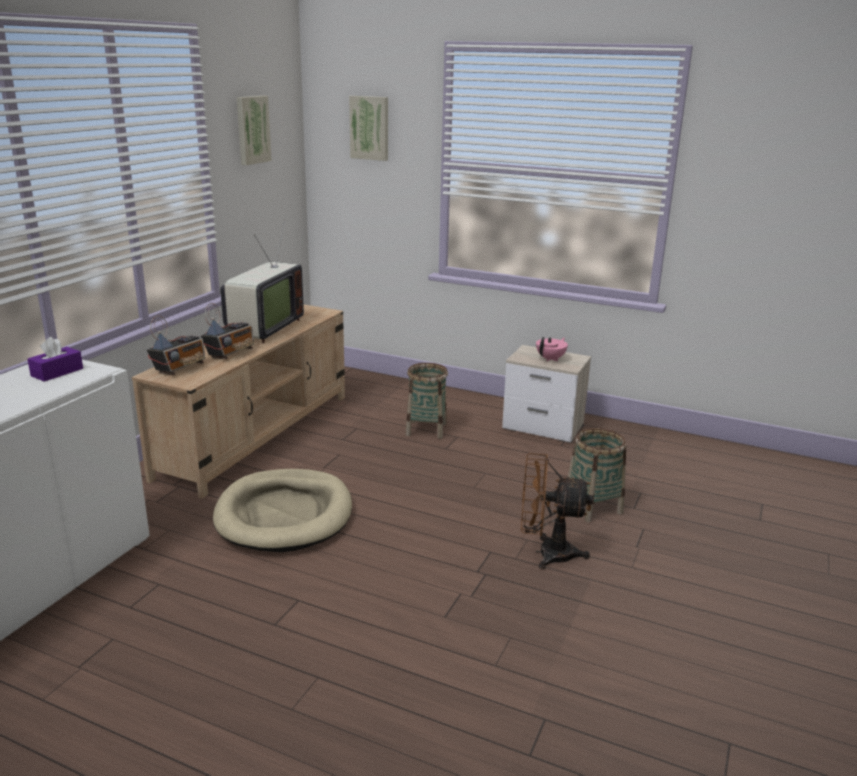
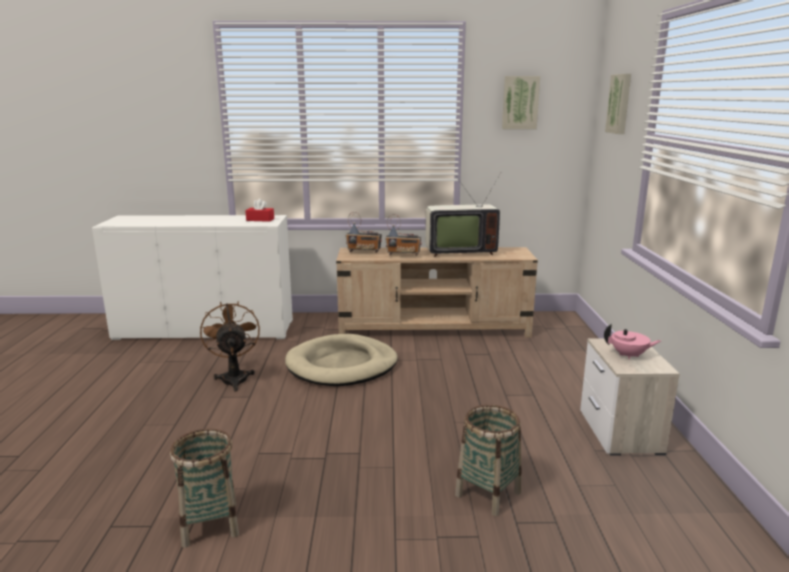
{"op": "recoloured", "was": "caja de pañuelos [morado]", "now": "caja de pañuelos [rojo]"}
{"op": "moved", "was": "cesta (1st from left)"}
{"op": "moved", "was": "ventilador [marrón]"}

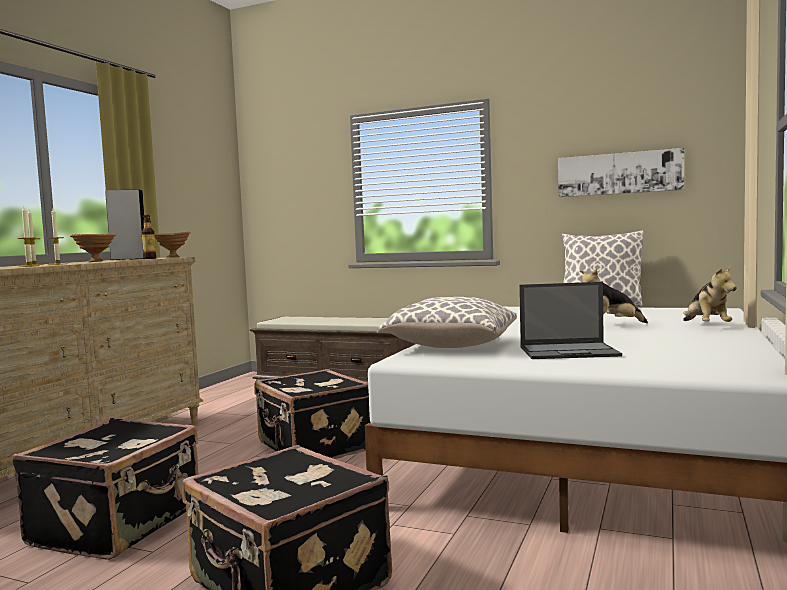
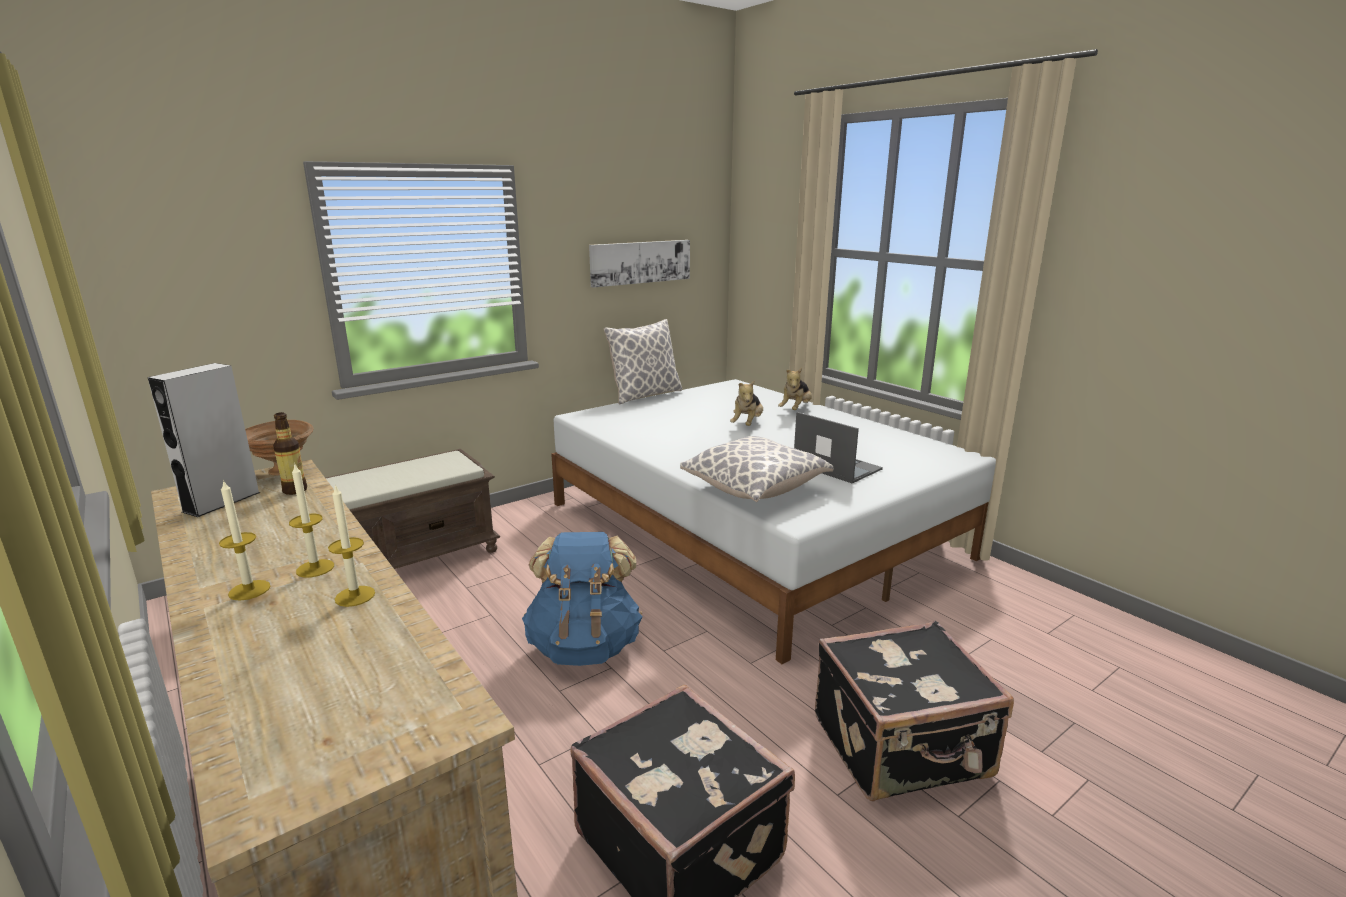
{"op": "removed", "was": "cuenco [marrón] (1st from left)"}
{"op": "replaced", "was": "maleta [negro] (3rd from left)", "now": "mochila [azul]"}
{"op": "turned", "was": "portátil", "clockwise": -75}
{"op": "turned", "was": "peluche (2nd from left)", "clockwise": 90}

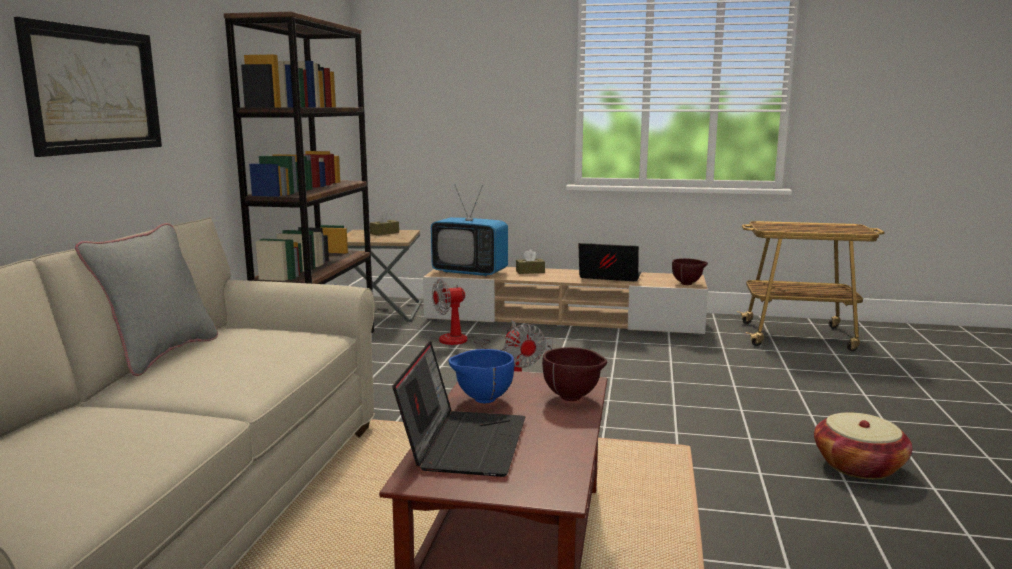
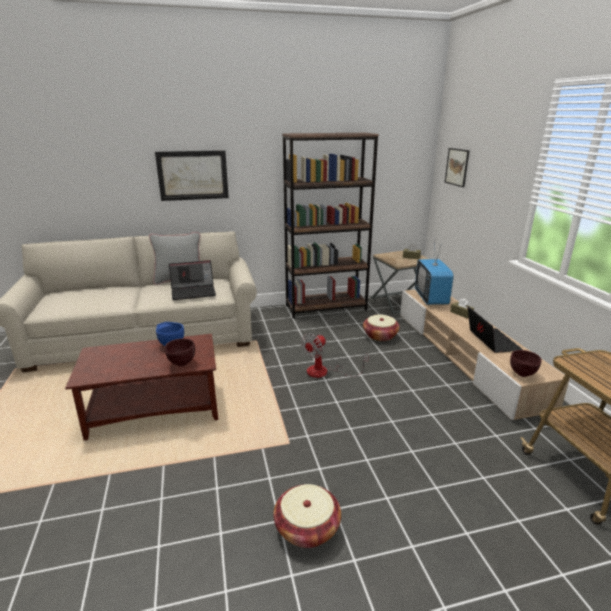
{"op": "moved", "was": "portátil (1st from left)"}
{"op": "replaced", "was": "ventilador (1st from left)", "now": "cesta (2nd from left)"}
{"op": "added", "now": "cuadro (2nd from left)"}

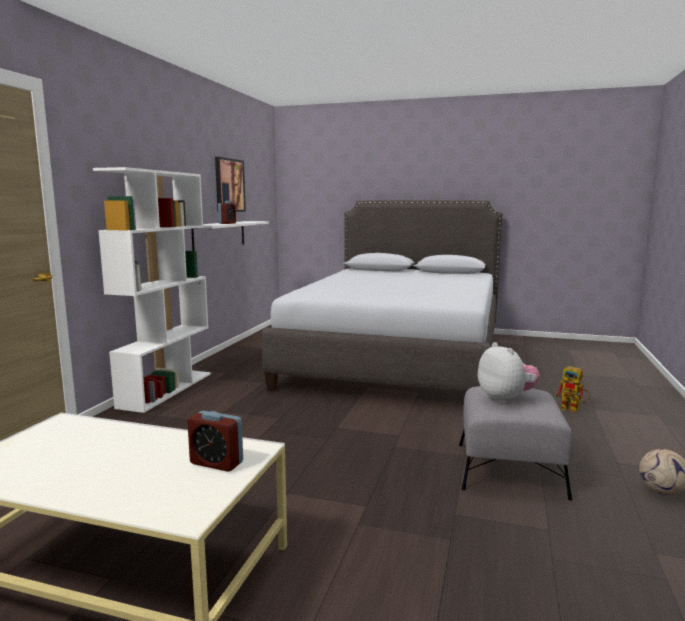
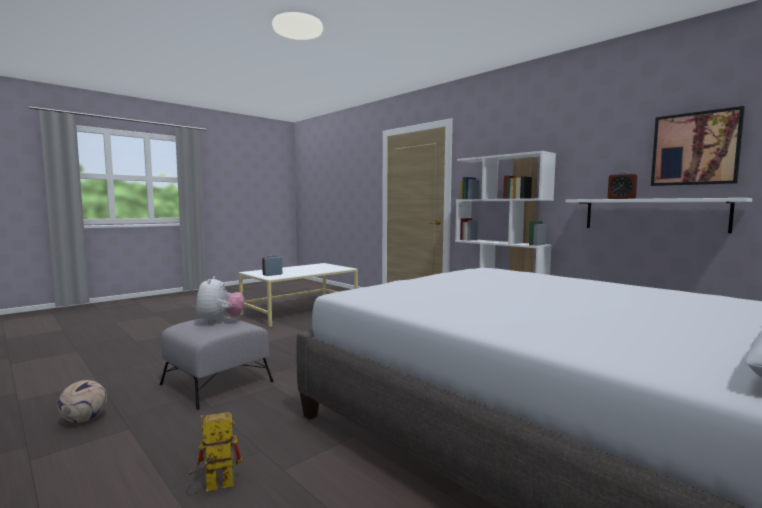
{"op": "turned", "was": "peluche", "clockwise": -105}

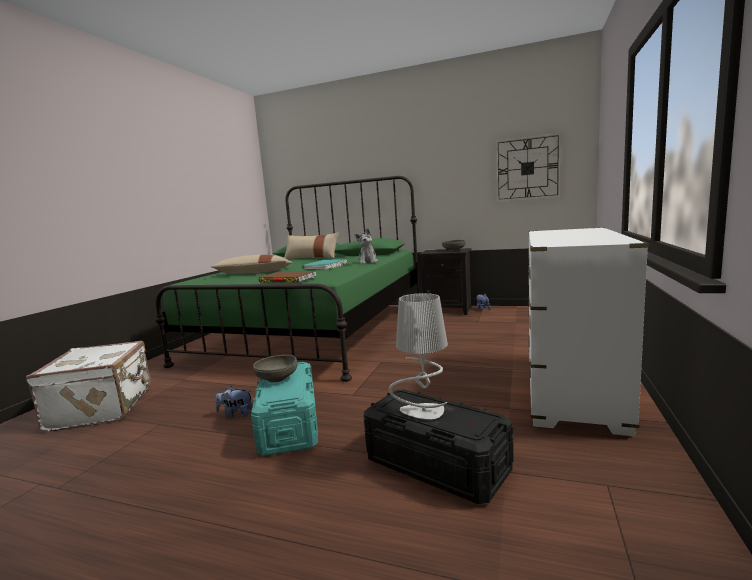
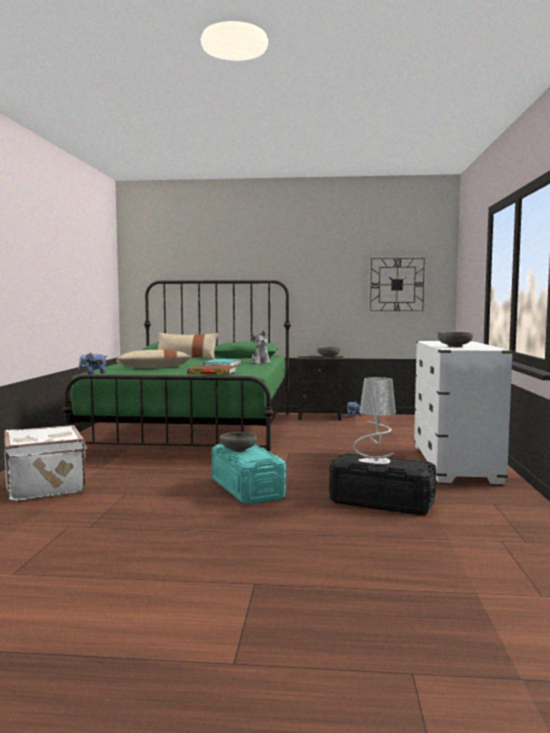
{"op": "moved", "was": "peluche (1st from left)"}
{"op": "added", "now": "cuenco [gris] (3rd from left)"}

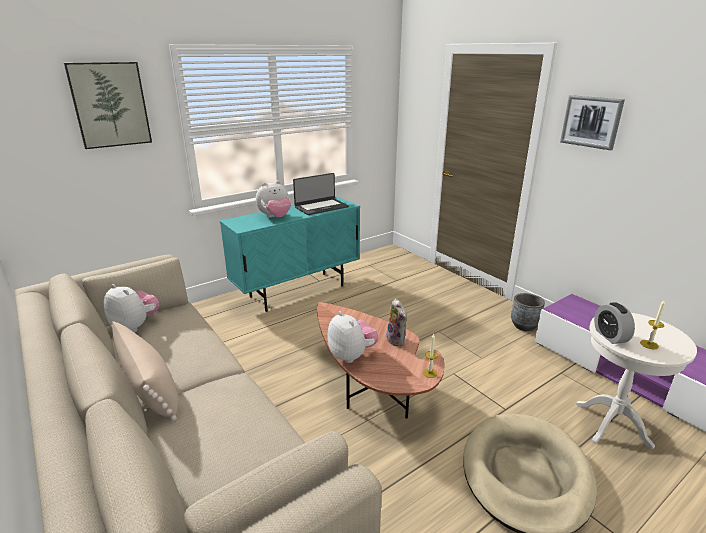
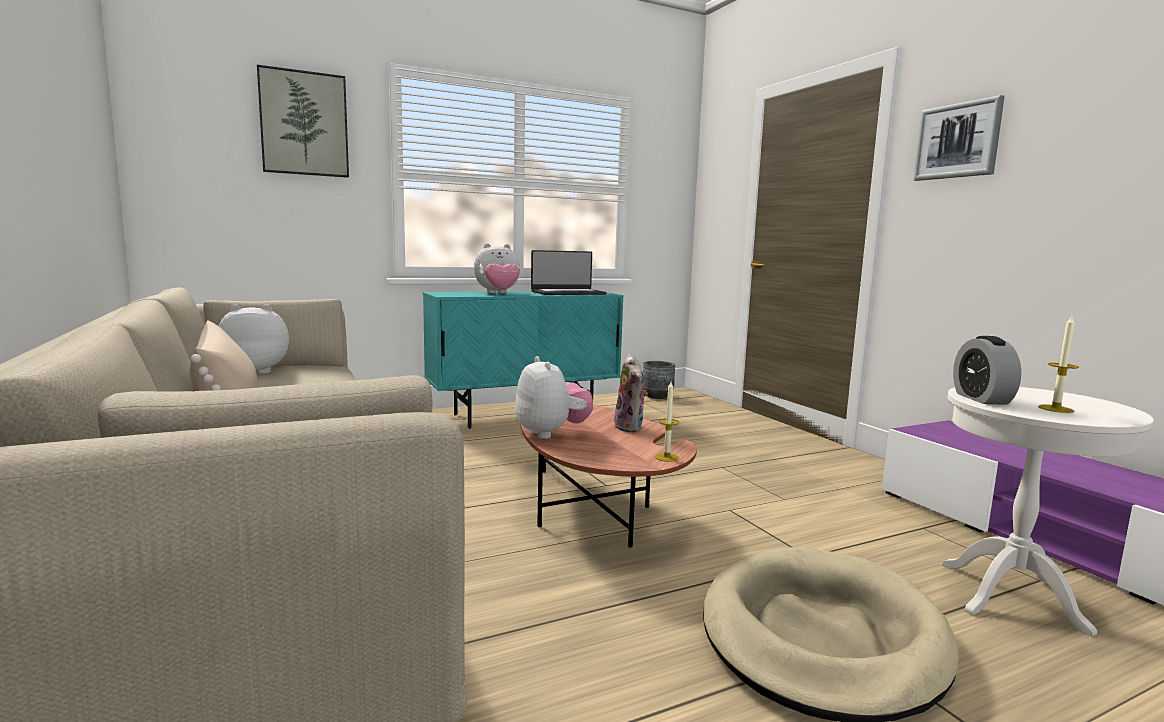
{"op": "turned", "was": "peluche (1st from left)", "clockwise": -60}
{"op": "moved", "was": "maceta [gris]"}

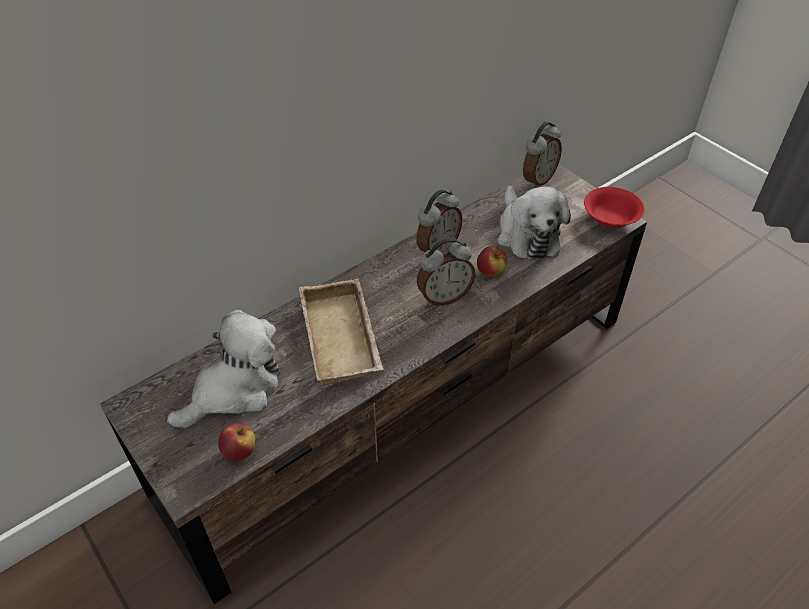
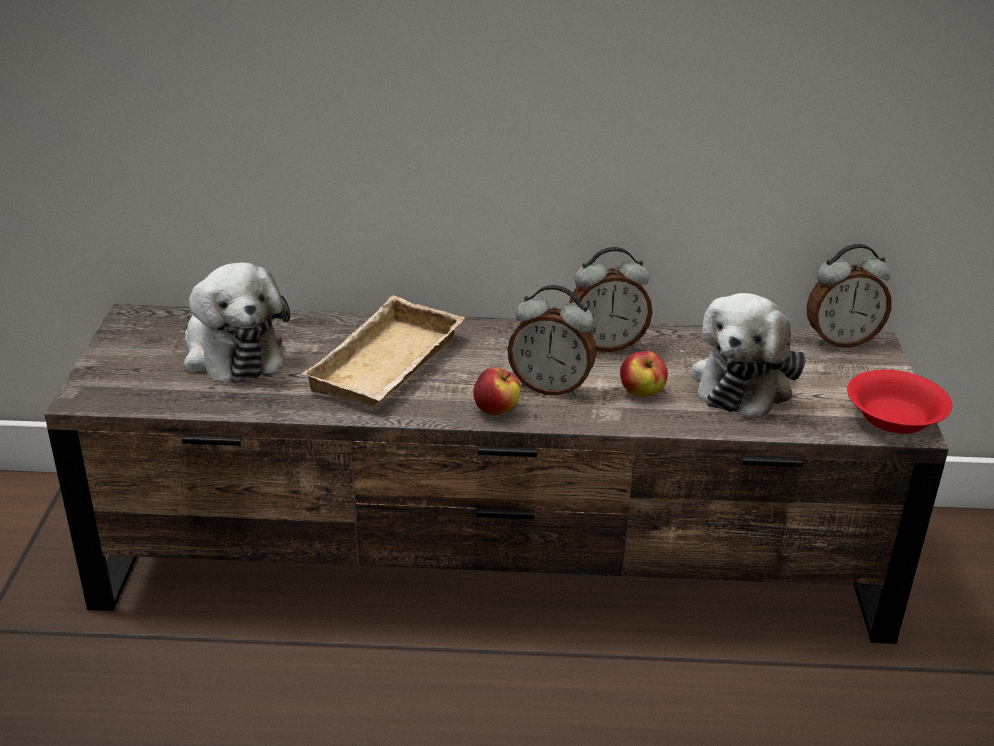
{"op": "turned", "was": "peluche (1st from left)", "clockwise": 60}
{"op": "moved", "was": "manzana (1st from left)"}

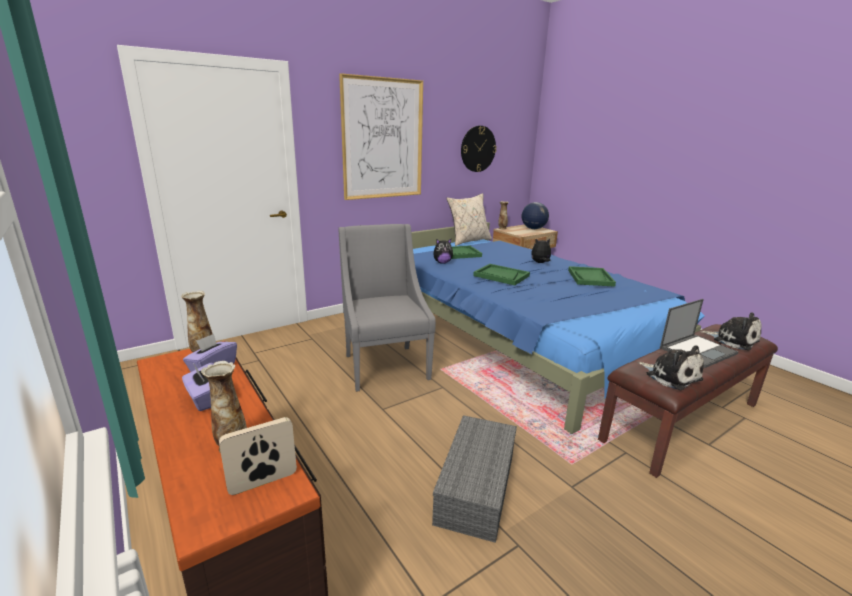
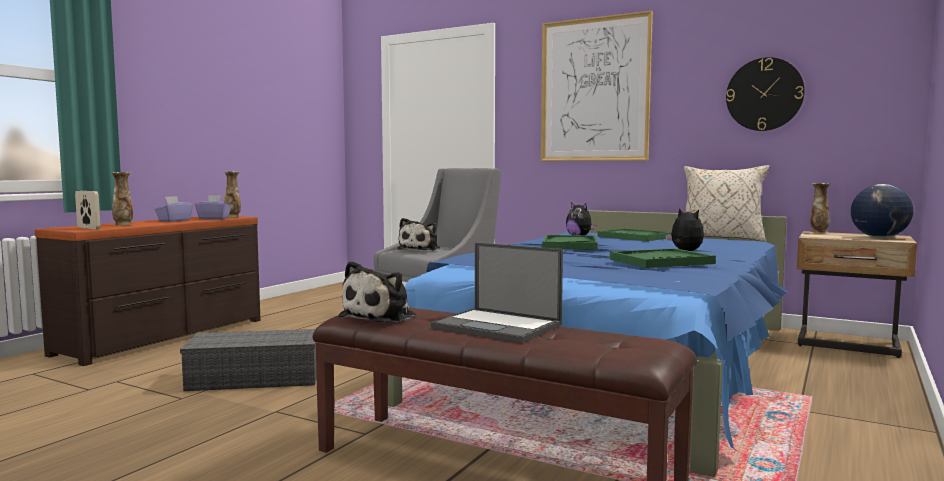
{"op": "moved", "was": "peluche (4th from left in the first image)", "now": "peluche (2nd from left)"}

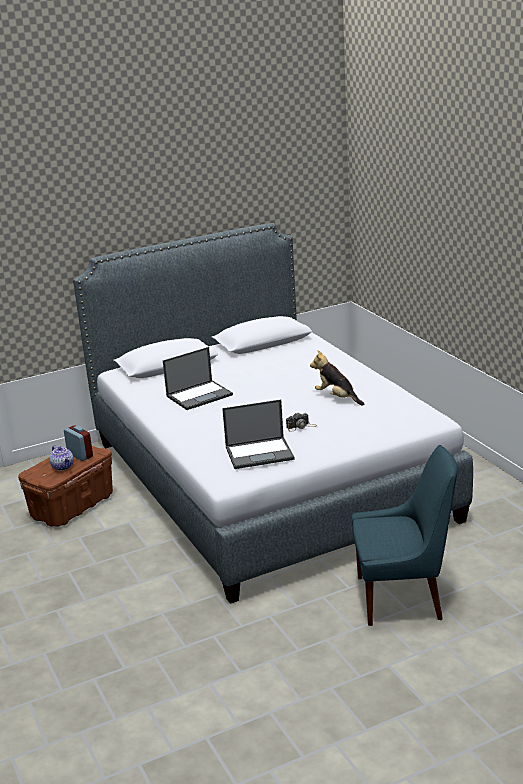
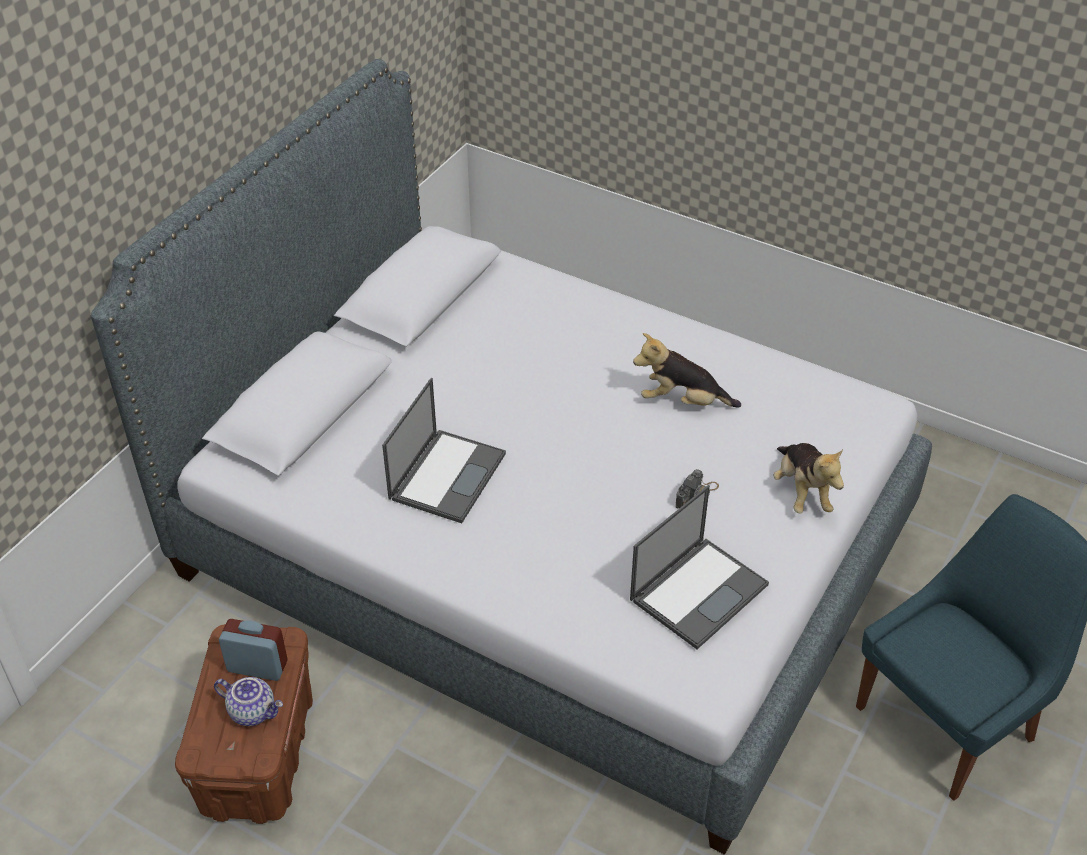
{"op": "added", "now": "peluche (2nd from left)"}

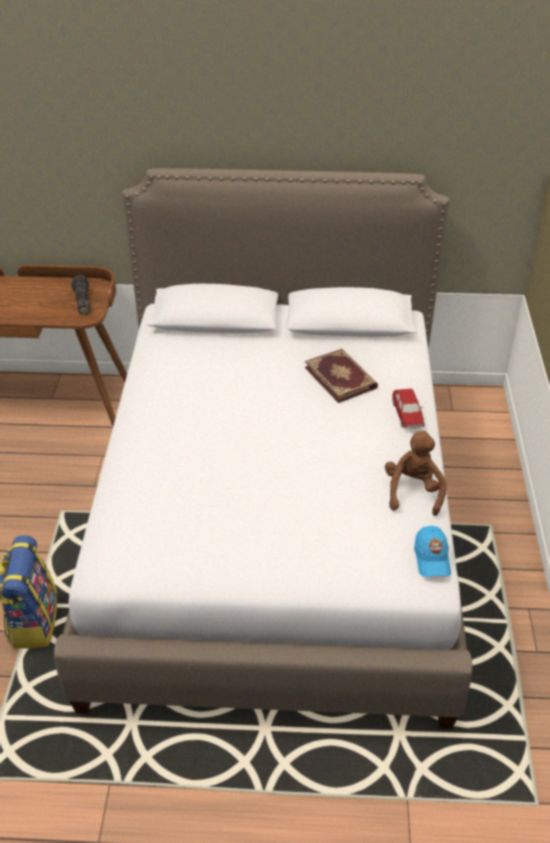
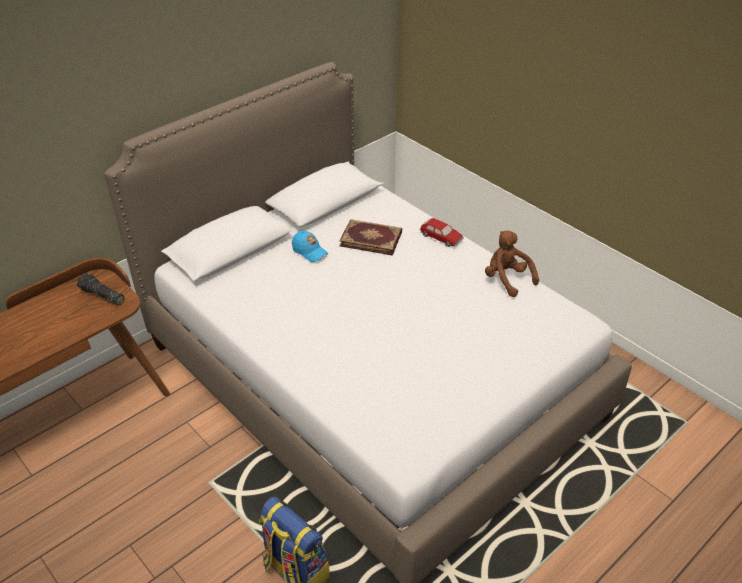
{"op": "moved", "was": "gorra [azul]"}

